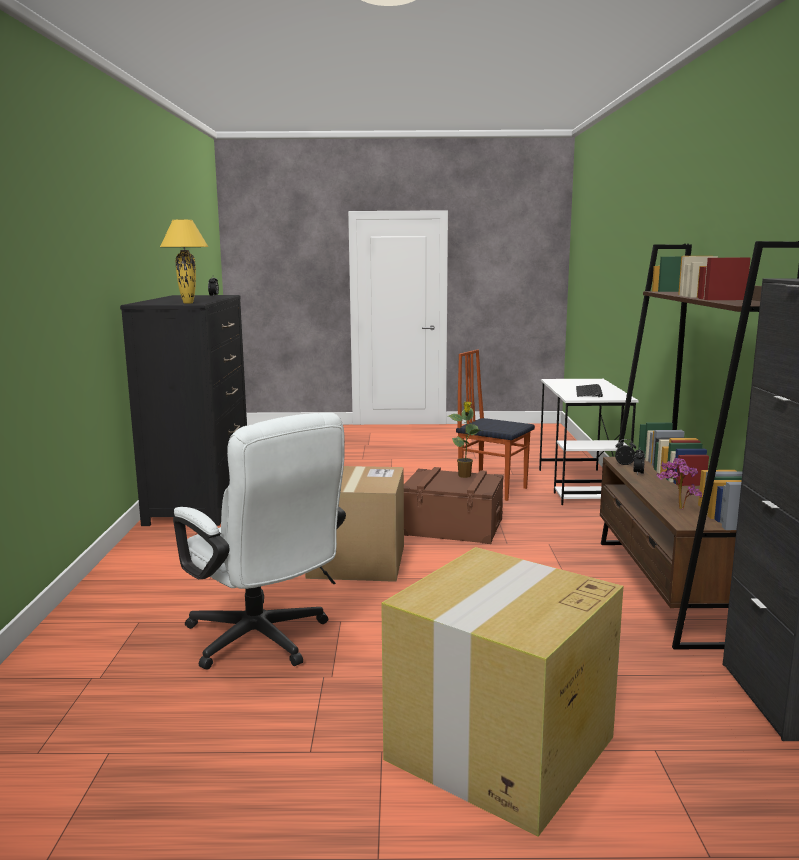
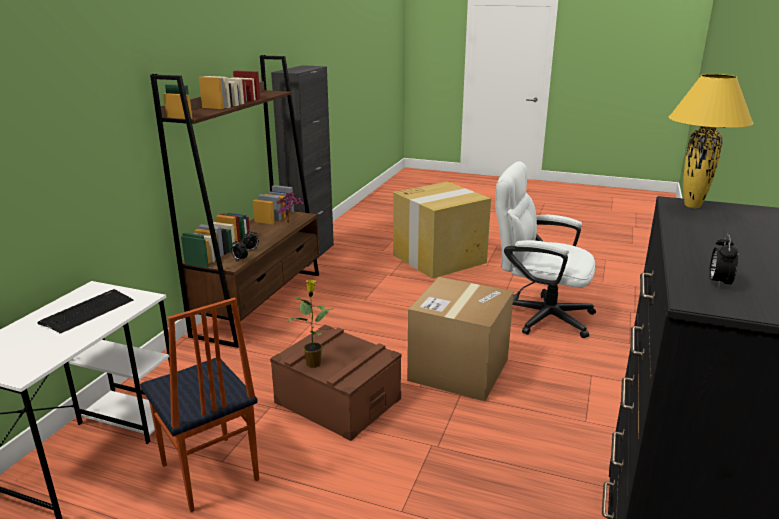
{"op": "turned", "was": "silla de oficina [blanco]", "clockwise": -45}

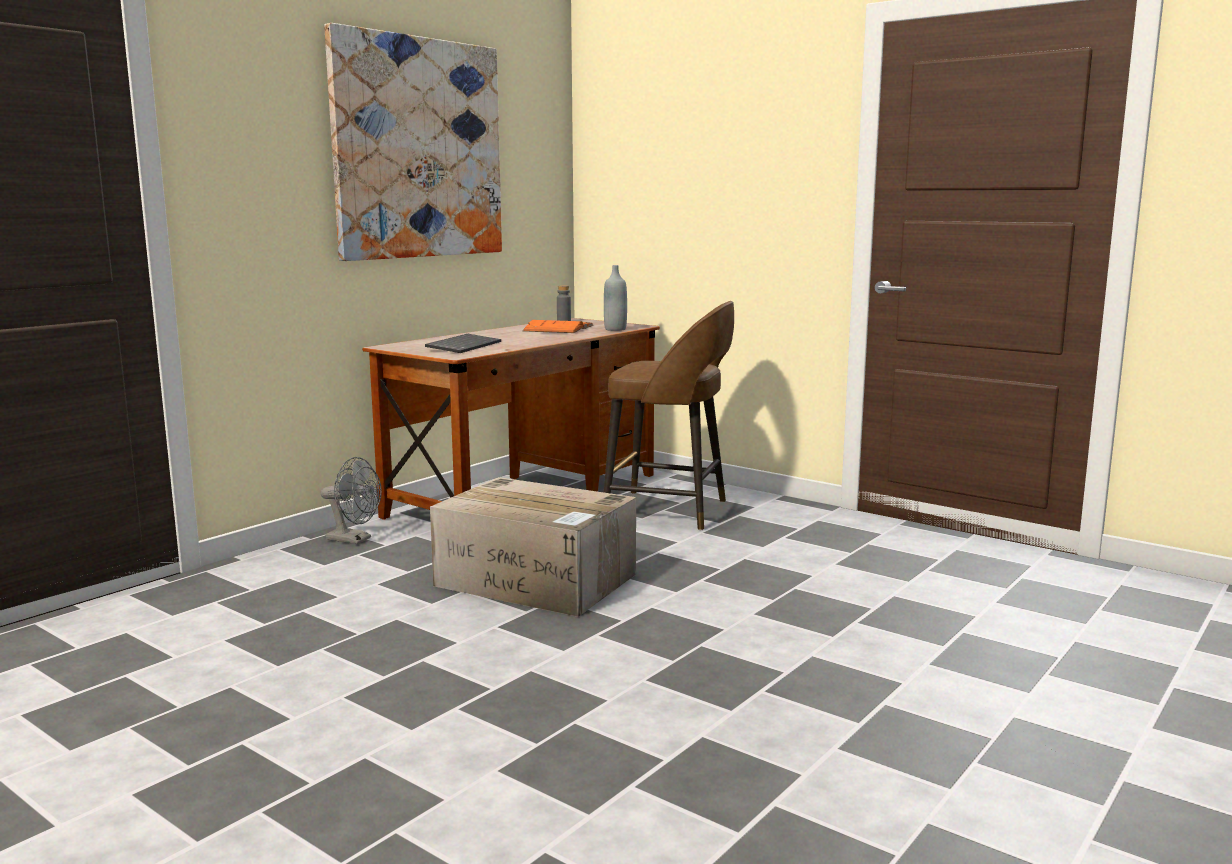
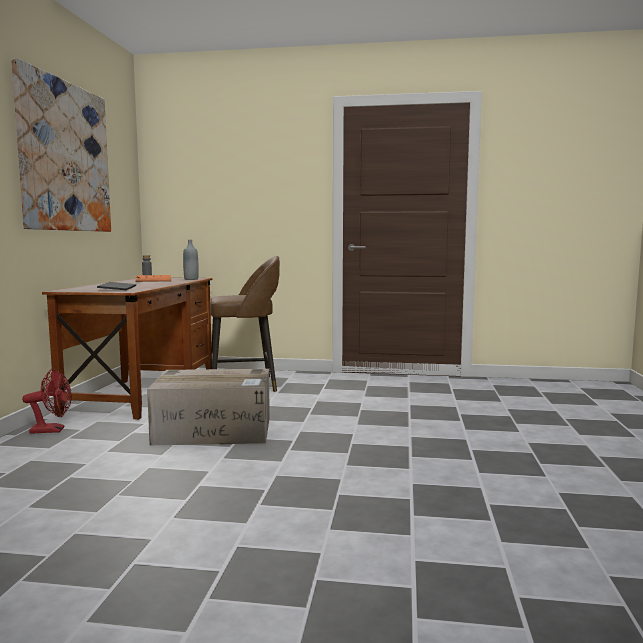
{"op": "recoloured", "was": "ventilador [gris]", "now": "ventilador [rojo]"}

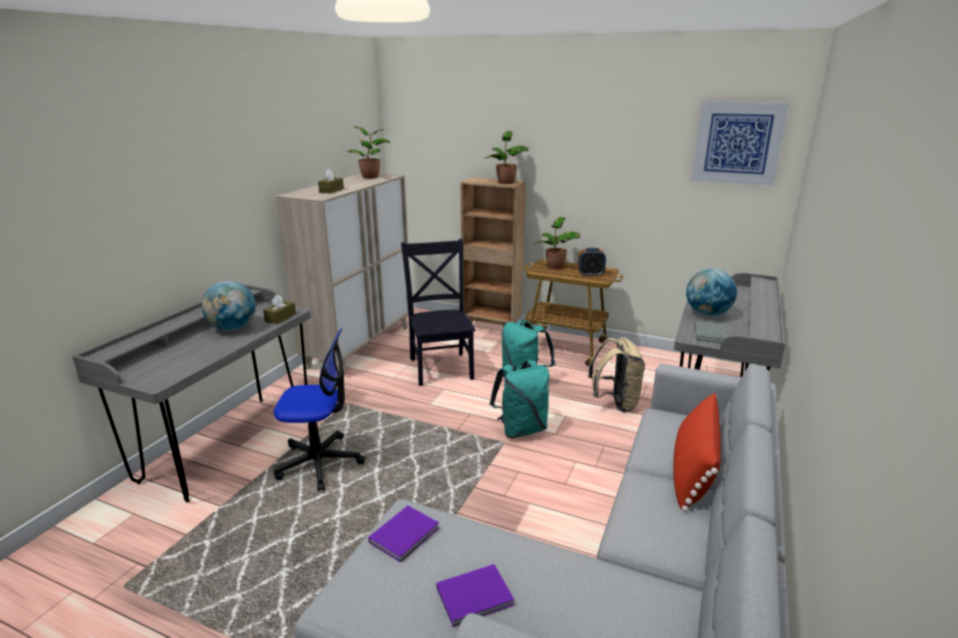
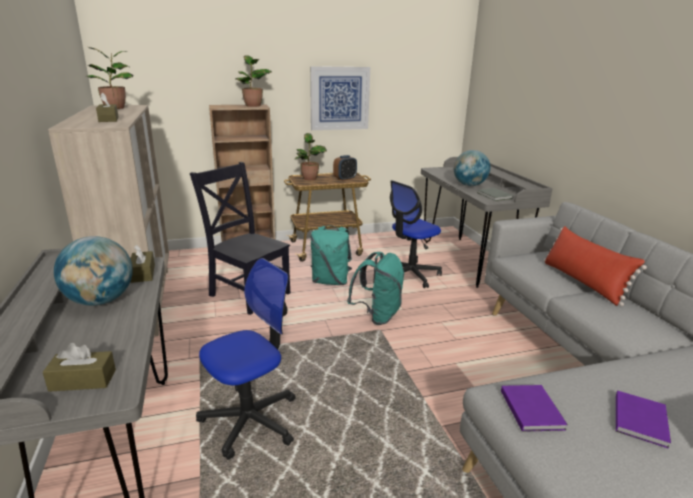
{"op": "replaced", "was": "mochila [beis]", "now": "silla de oficina (2nd from left)"}
{"op": "moved", "was": "cuadro"}
{"op": "added", "now": "caja de pañuelos [marrón] (1st from left)"}

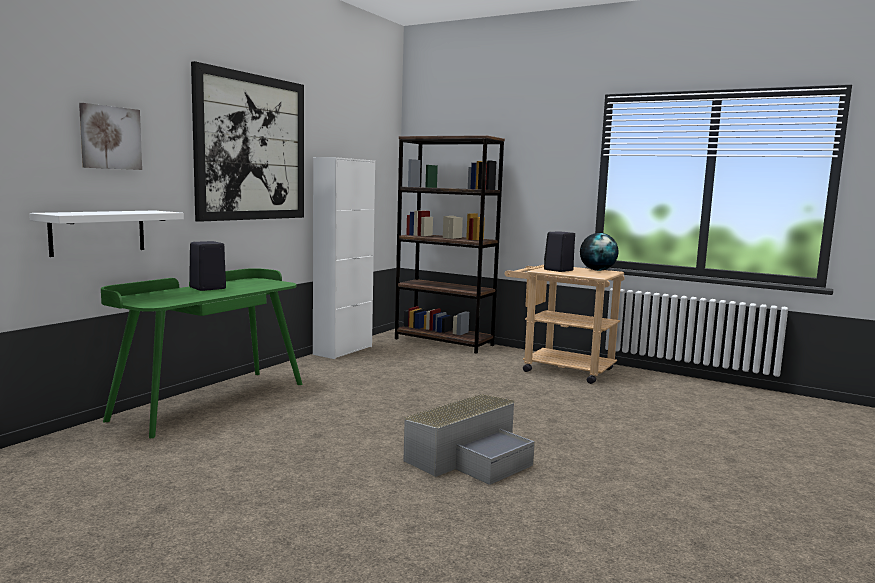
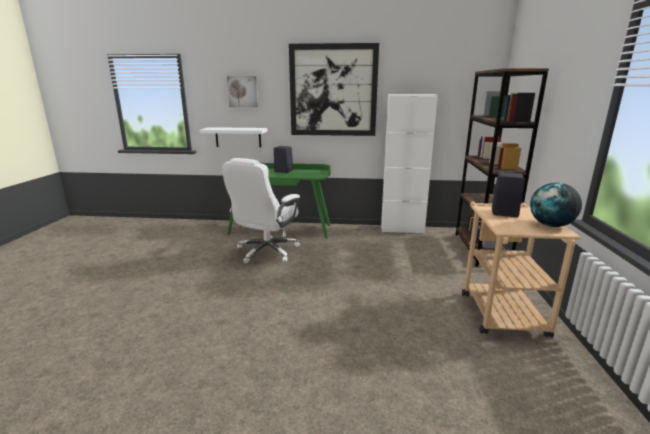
{"op": "removed", "was": "caja de almacenaje [gris]"}
{"op": "added", "now": "silla de oficina [blanco]"}

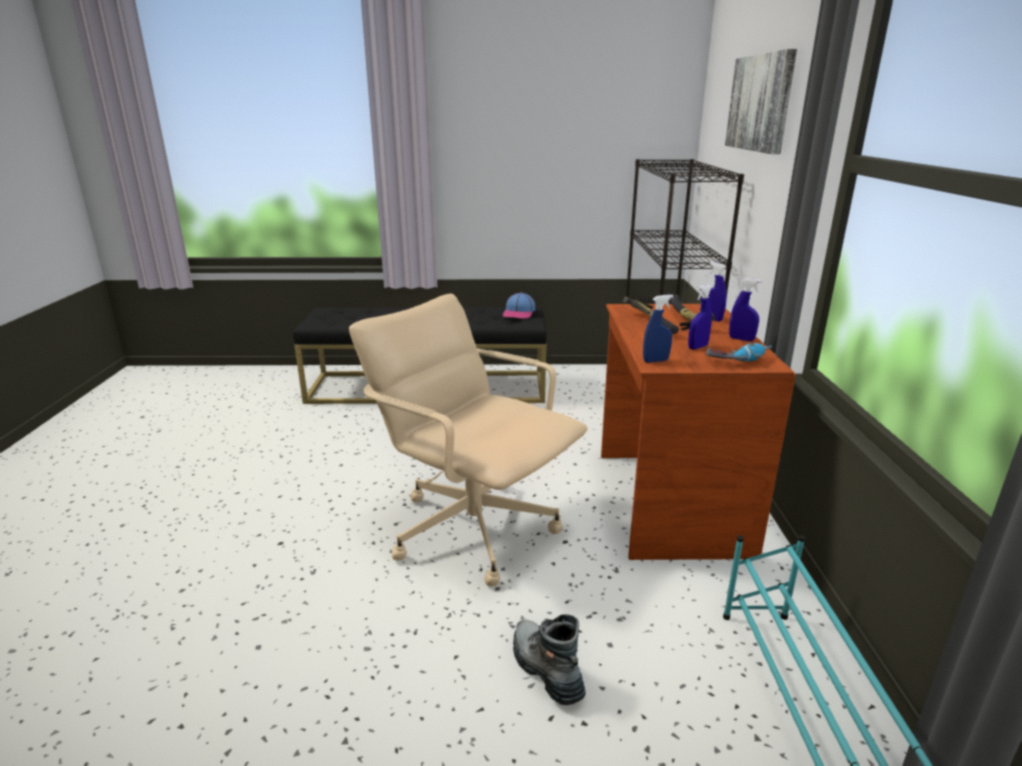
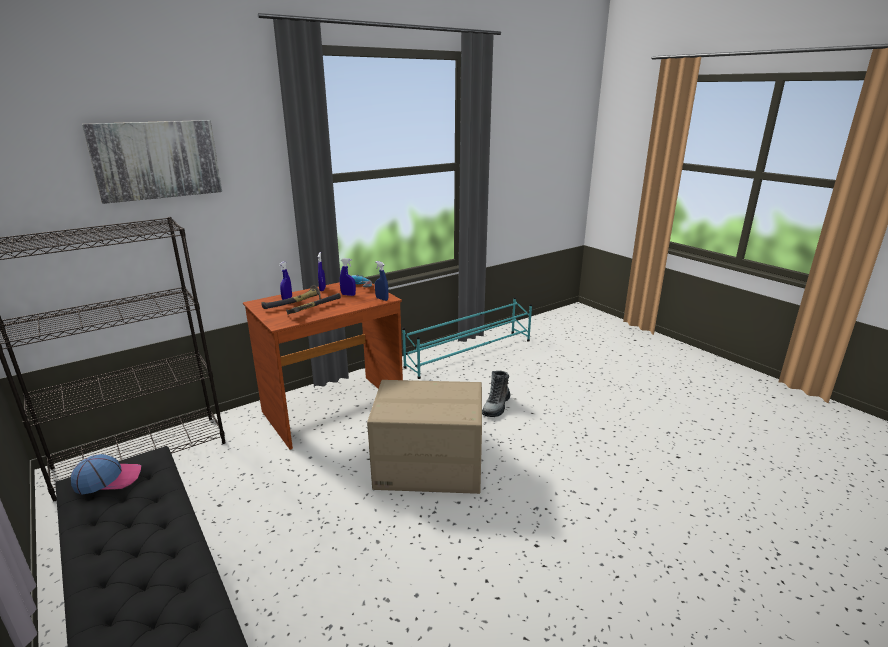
{"op": "replaced", "was": "silla de oficina [beis]", "now": "caja de cartón"}

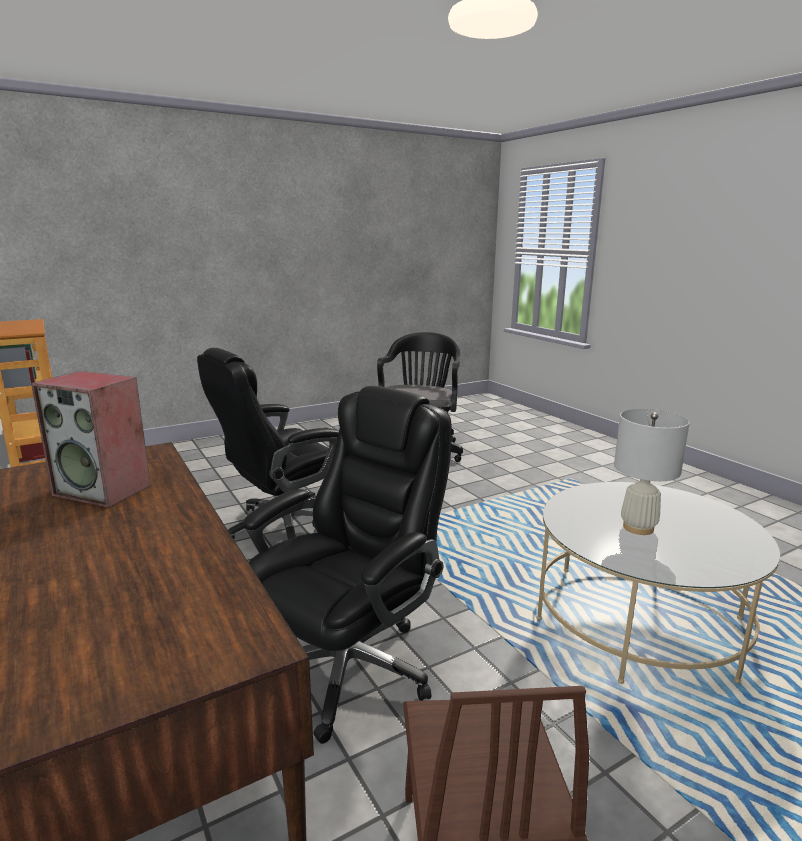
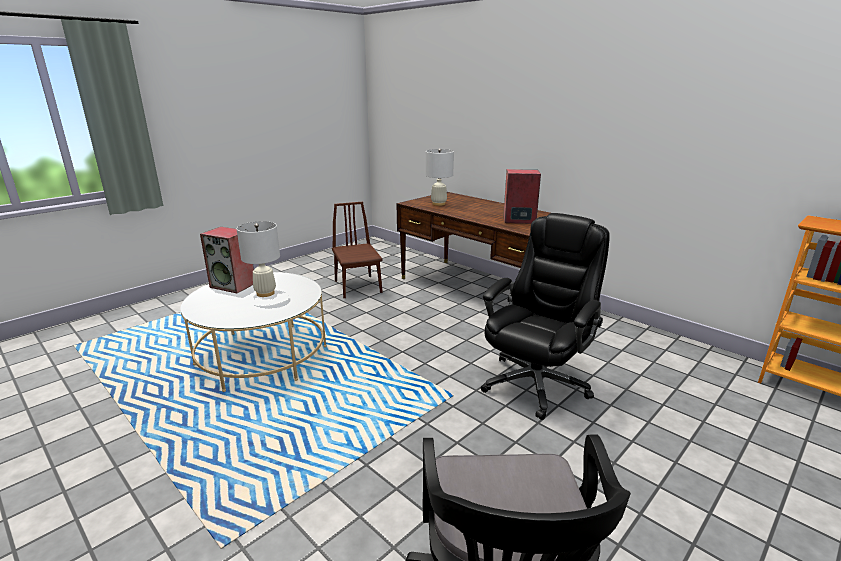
{"op": "removed", "was": "silla de oficina [negro] (2nd from left)"}
{"op": "added", "now": "altavoz (1st from left)"}
{"op": "added", "now": "lámpara de mesa [blanco] (2nd from left)"}

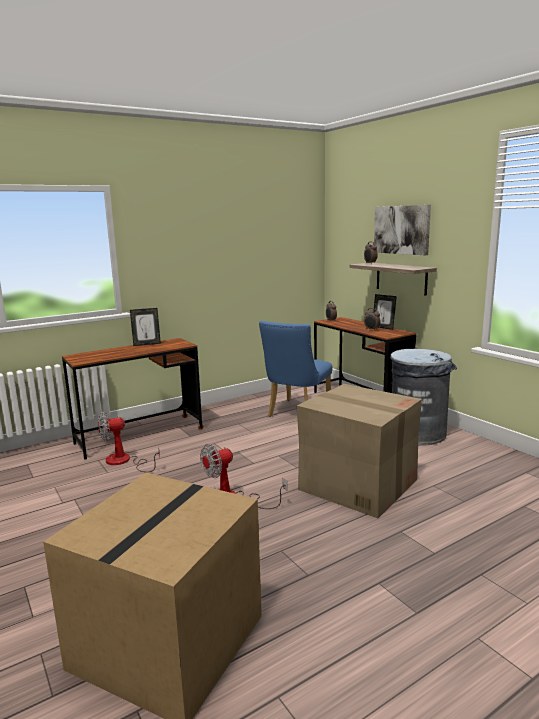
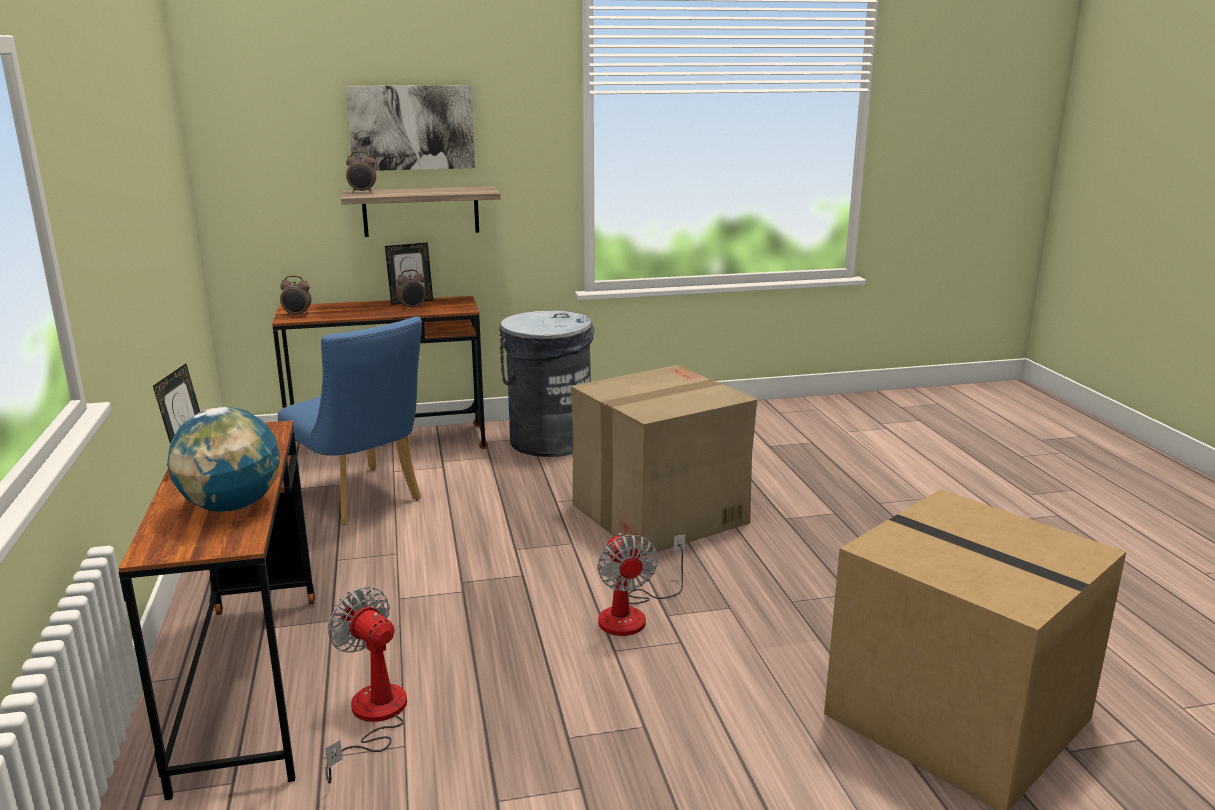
{"op": "turned", "was": "ventilador (1st from left)", "clockwise": 135}
{"op": "added", "now": "globo terráqueo"}

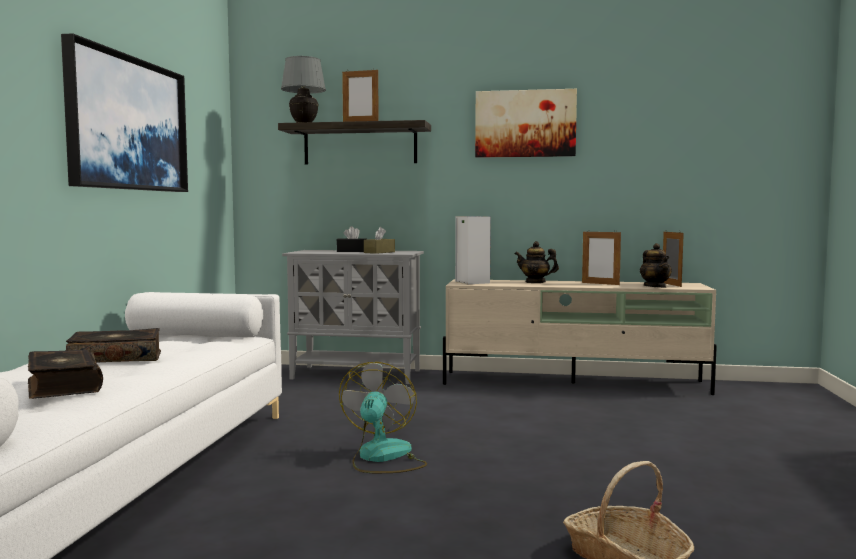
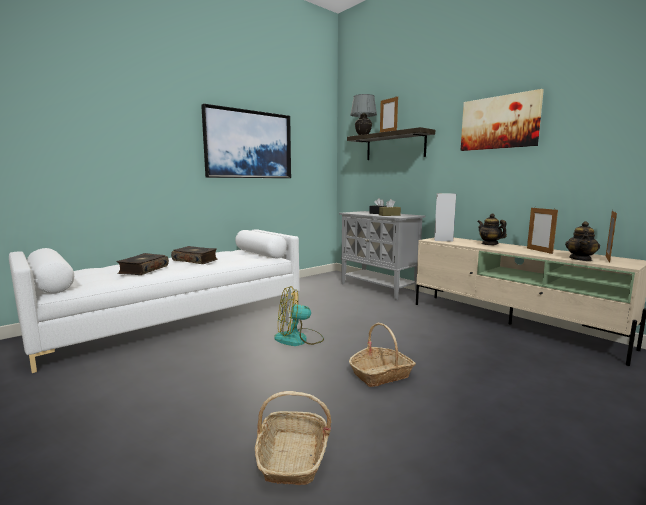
{"op": "turned", "was": "ventilador", "clockwise": -150}
{"op": "added", "now": "cesta (2nd from left)"}

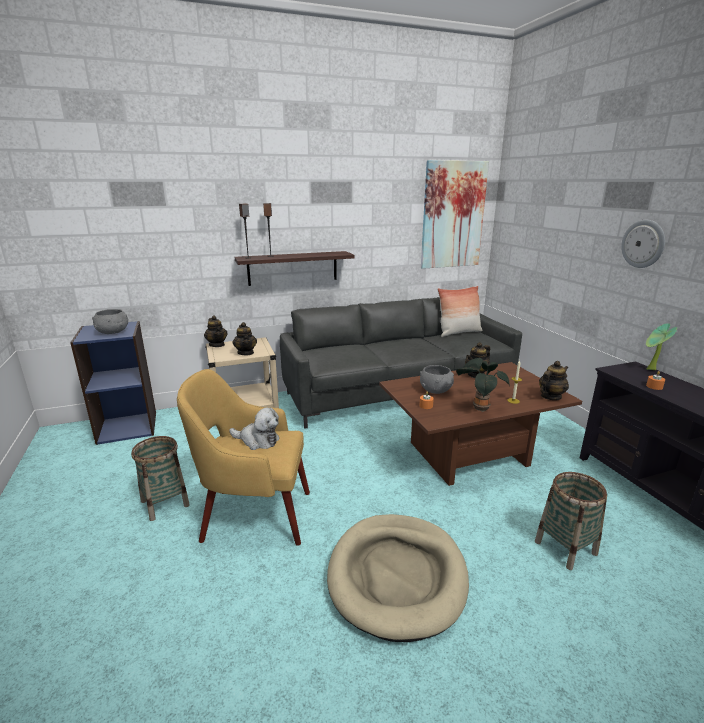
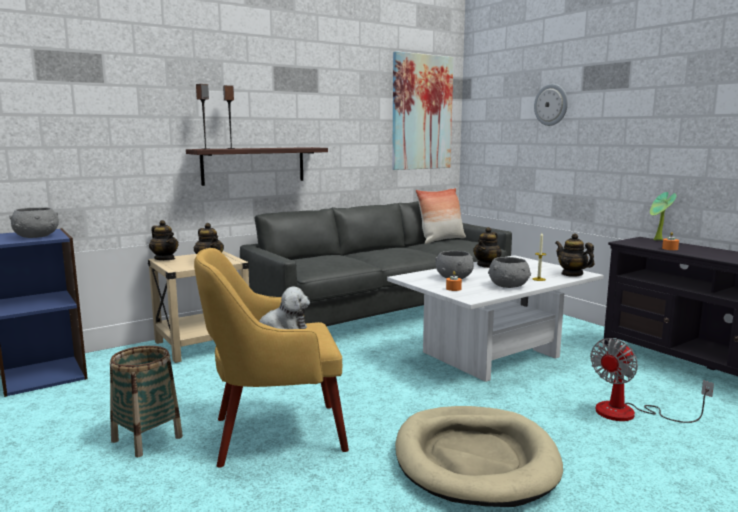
{"op": "recoloured", "was": "mesa de centro [marrón]", "now": "mesa de centro [blanco]"}
{"op": "replaced", "was": "planta en maceta (1st from left)", "now": "cuenco [gris] (3rd from left)"}
{"op": "replaced", "was": "cesta (2nd from left)", "now": "ventilador"}
{"op": "turned", "was": "tetera (4th from left)", "clockwise": -75}
{"op": "moved", "was": "reloj de pared"}

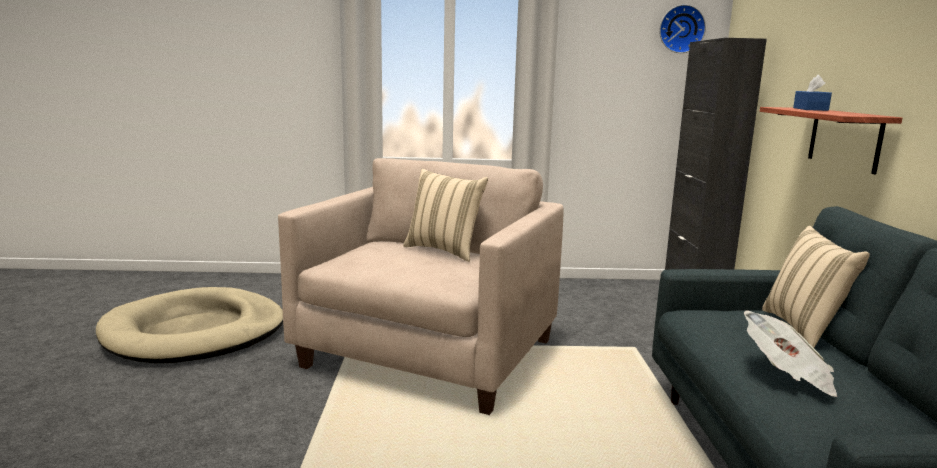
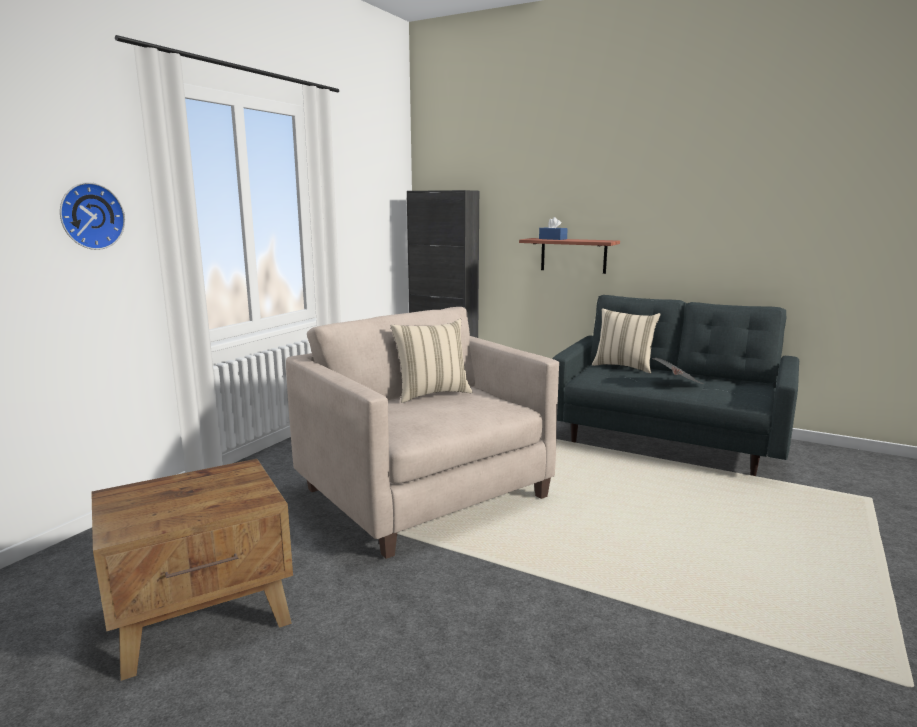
{"op": "replaced", "was": "cama para perro [beis]", "now": "mesa auxiliar [marrón]"}
{"op": "moved", "was": "reloj de pared"}

